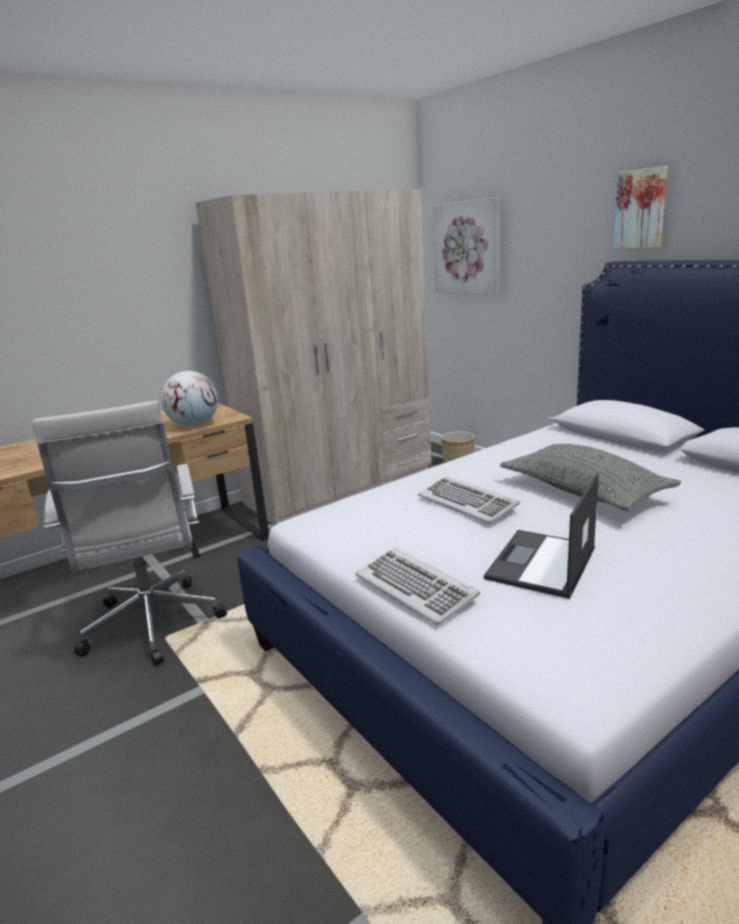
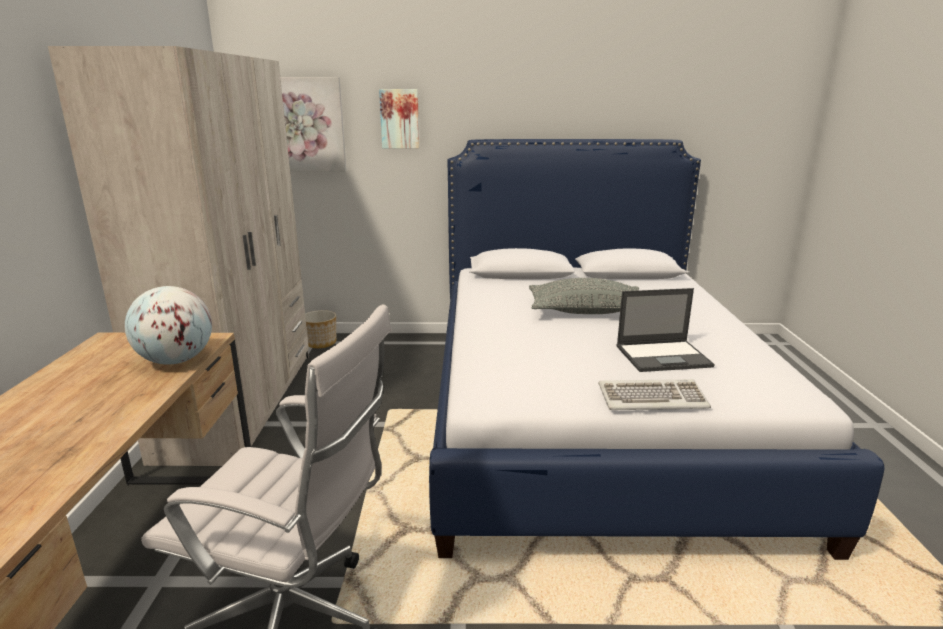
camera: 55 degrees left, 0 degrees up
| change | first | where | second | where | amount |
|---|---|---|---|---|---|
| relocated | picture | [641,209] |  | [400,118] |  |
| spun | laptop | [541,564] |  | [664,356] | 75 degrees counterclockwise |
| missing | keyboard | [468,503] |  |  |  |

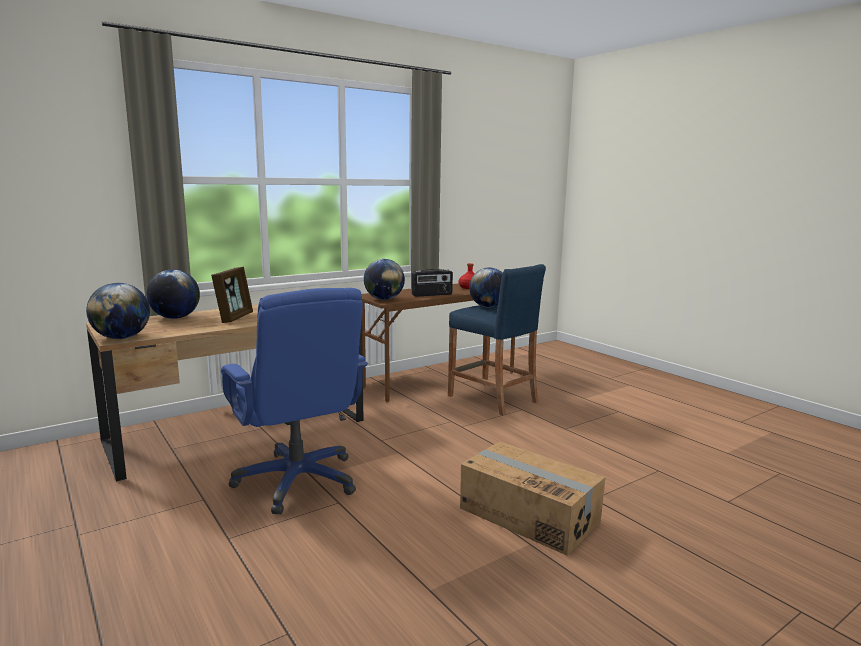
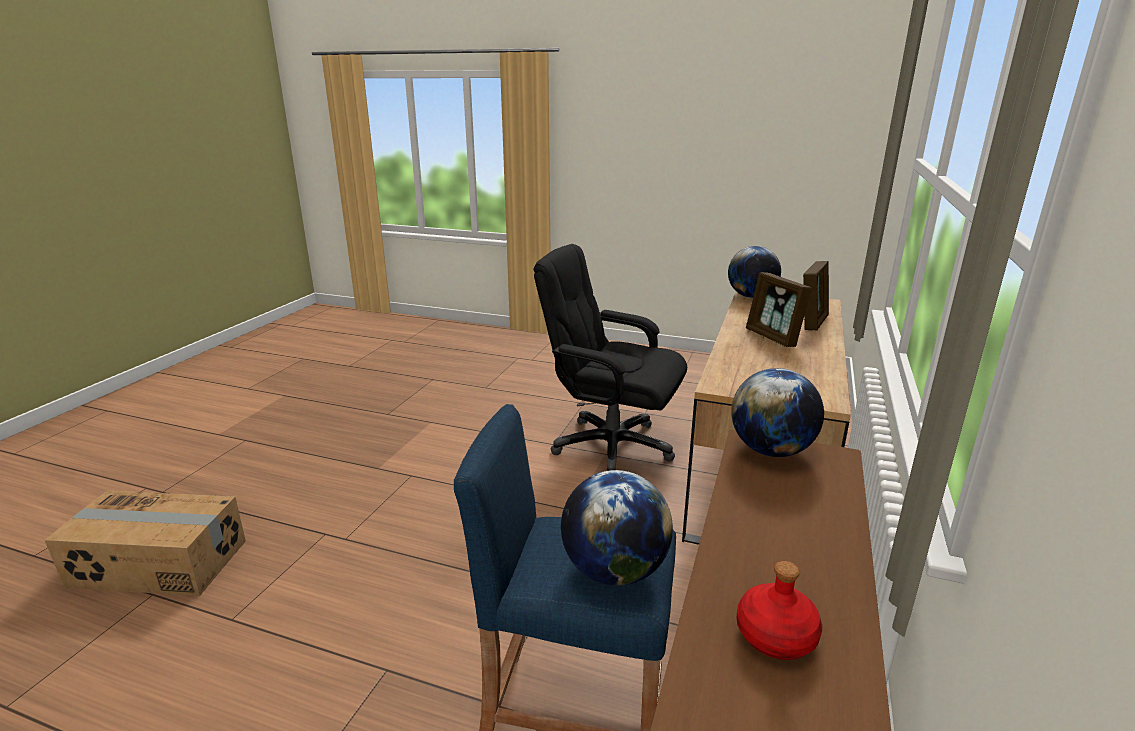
camera: 145 degrees right, 10 degrees up
| change | first | where | second | where | amount |
|---|---|---|---|---|---|
| missing | radio | [432,295] |  |  |  |
| exchanged | globe | [175,318] | picture frame | [812,322] |  |
| colour | office chair (blue) | [298,481] | office chair (black) | [610,447] |  |
| relocated | cardboard box | [529,514] |  | [158,564] |  |

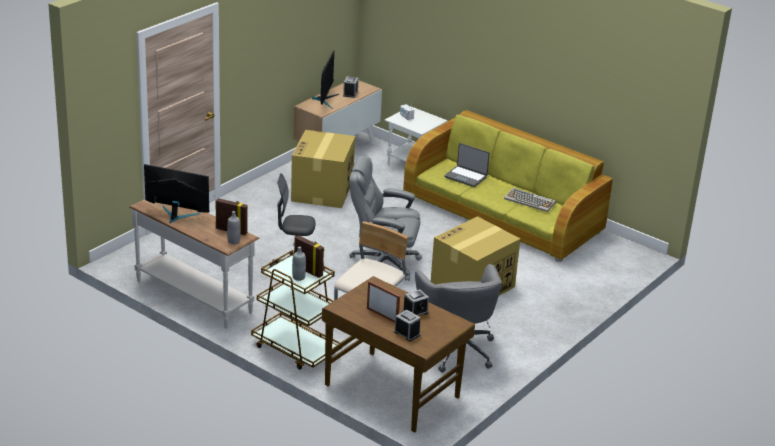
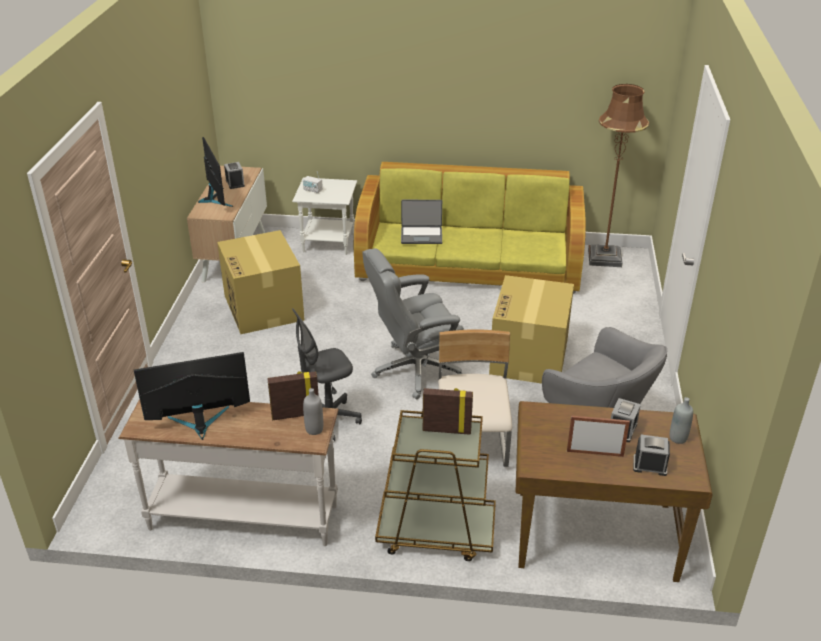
camera: 30 degrees left, 5 degrees up
| change | first | where | second | where | amount |
|---|---|---|---|---|---|
| missing | keyboard | [530,201] |  |  |  |
| relocated | bottle (grey) | [298,277] |  | [678,438] |  |
| appeared |  |  | floor lamp (brown) | [604,258] |  |

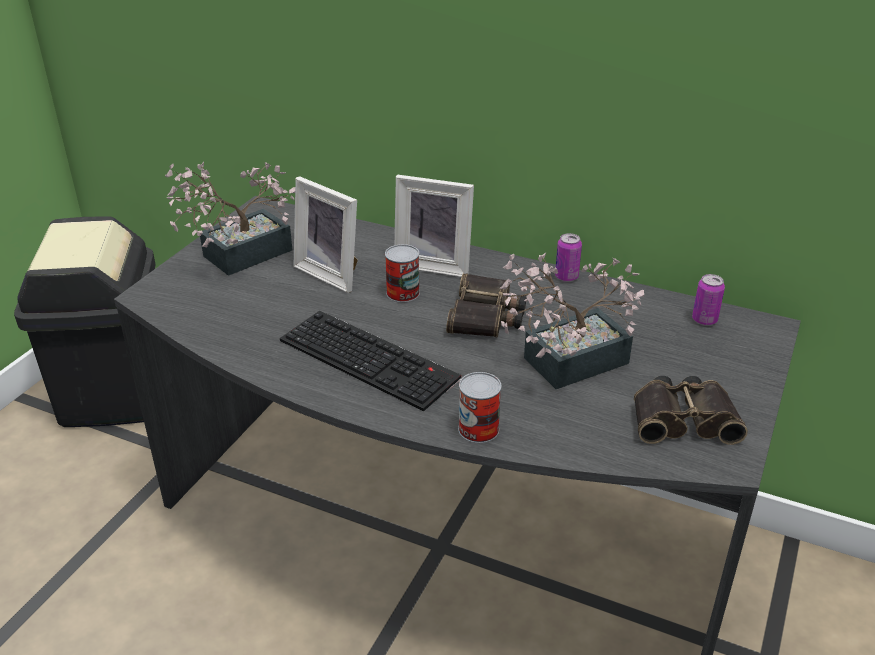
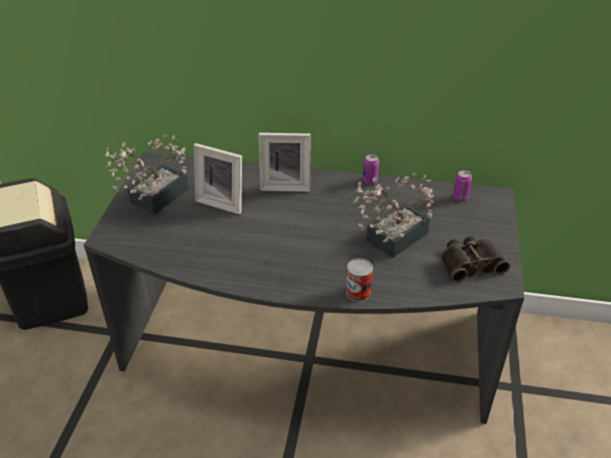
camera: 15 degrees left, 5 degrees up
| change | first | where | second | where | amount |
|---|---|---|---|---|---|
| missing | can | [403,293] |  |  |  |
| missing | binoculars | [486,316] |  |  |  |
| missing | keyboard | [371,359] |  |  |  |

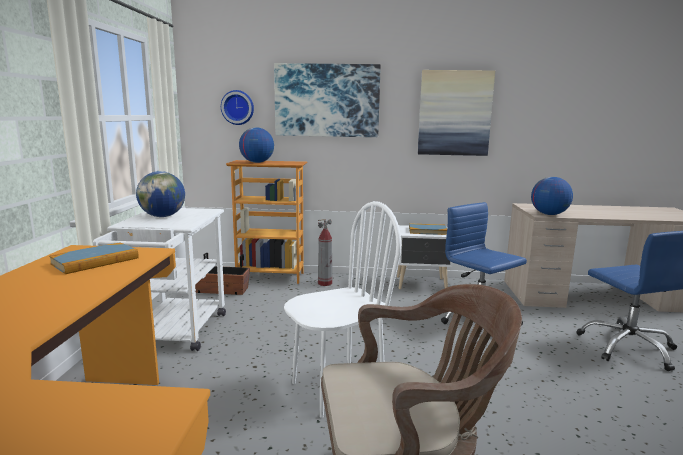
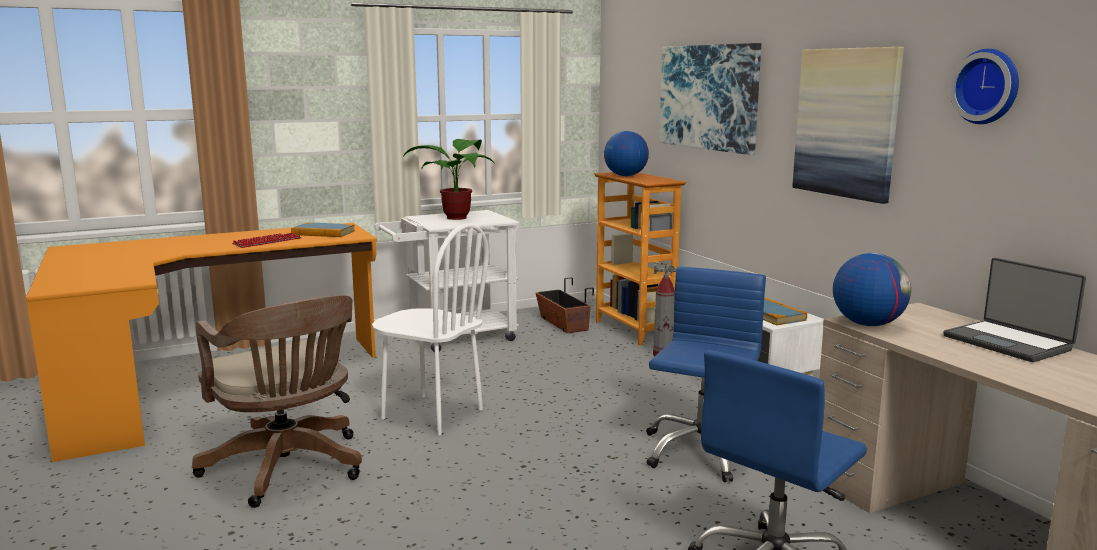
camera: 60 degrees right, 0 degrees up
| change | first | where | second | where | amount |
|---|---|---|---|---|---|
| relocated | wall clock | [238,107] |  | [988,86] |  |
| exchanged | globe | [163,216] | potted plant | [457,217] |  |
| appeared |  |  | keyboard | [267,242] |  |
| appeared |  |  | laptop | [1008,343] |  |

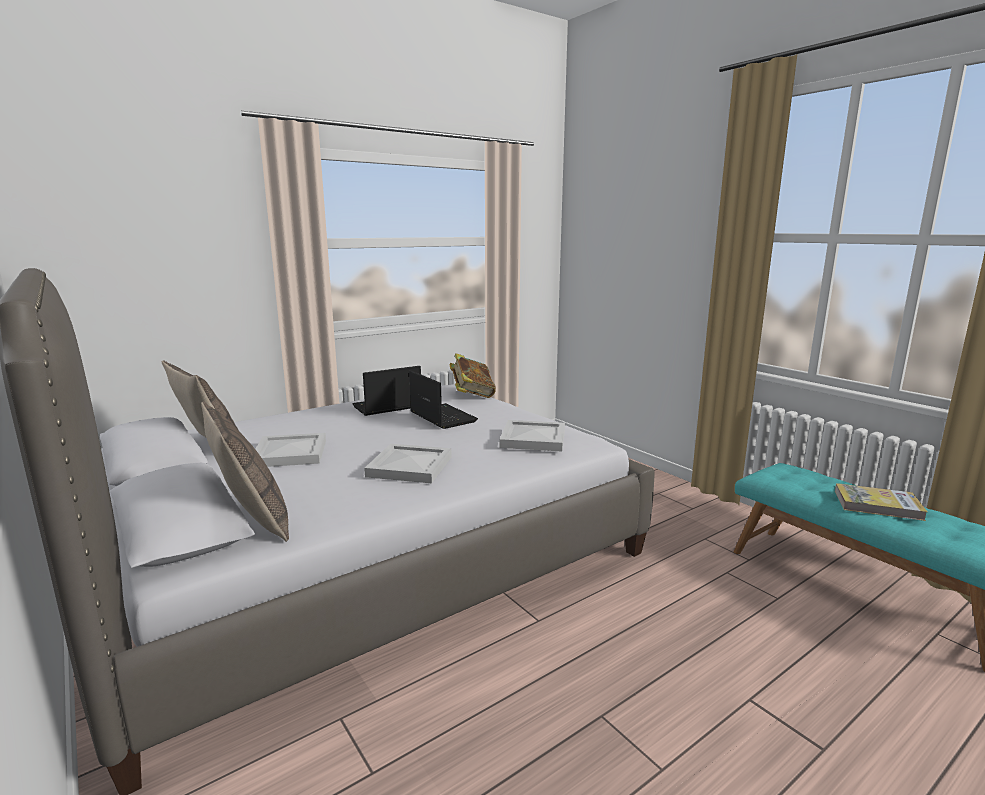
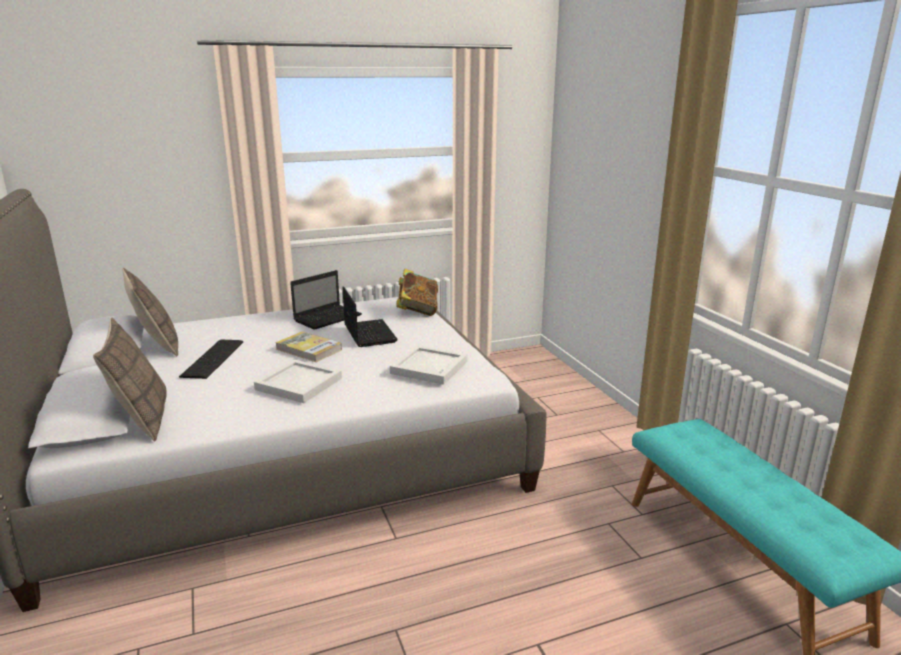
camera: 15 degrees right, 5 degrees up
| change | first | where | second | where | amount |
|---|---|---|---|---|---|
| spun | laptop | [386,407] |  | [328,318] | 150 degrees clockwise |
| exchanged | tray (white) | [291,453] | keyboard | [215,358] |  |
| relocated | book | [877,505] |  | [309,349] |  |

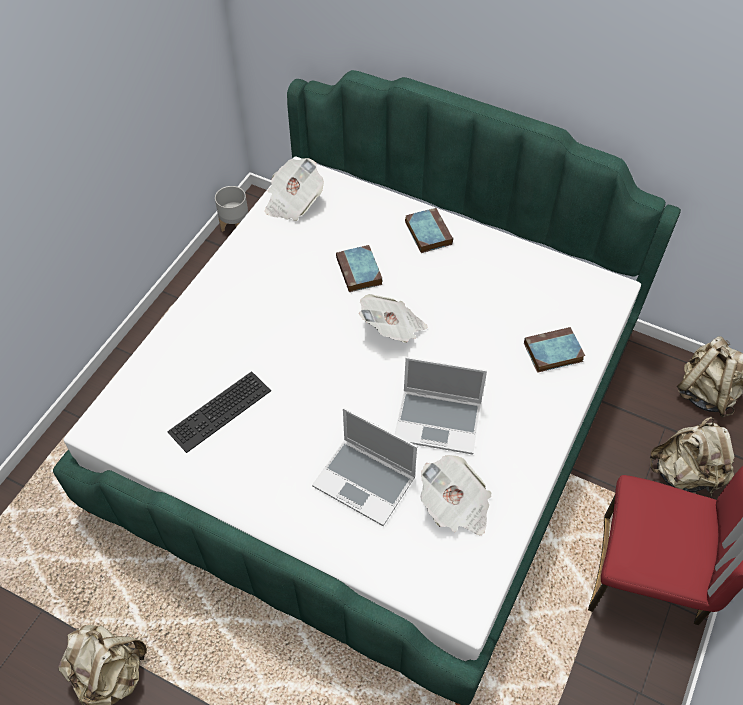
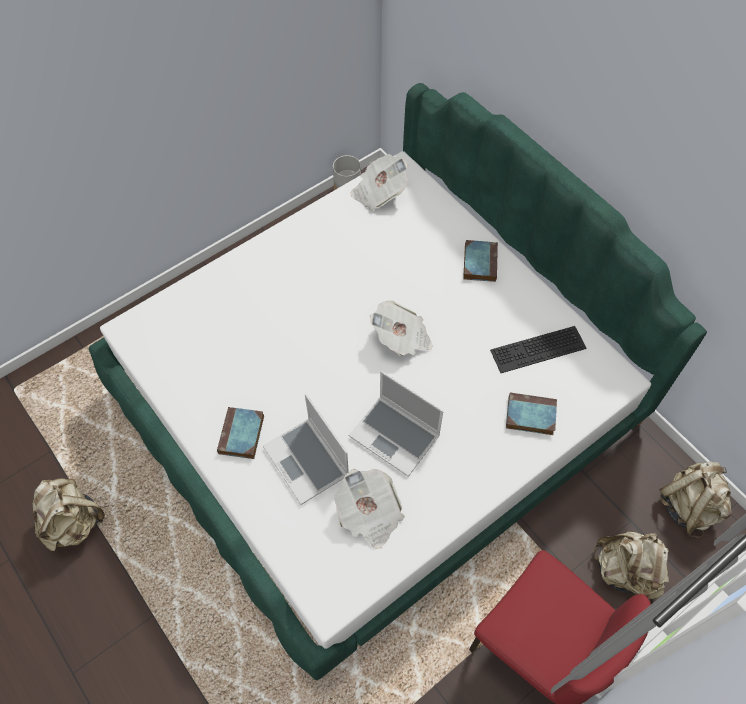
camera: 25 degrees right, 5 degrees up
| change | first | where | second | where | amount |
|---|---|---|---|---|---|
| relocated | book | [359,272] |  | [241,436] |  |
| relocated | keyboard | [220,413] |  | [538,351] |  |

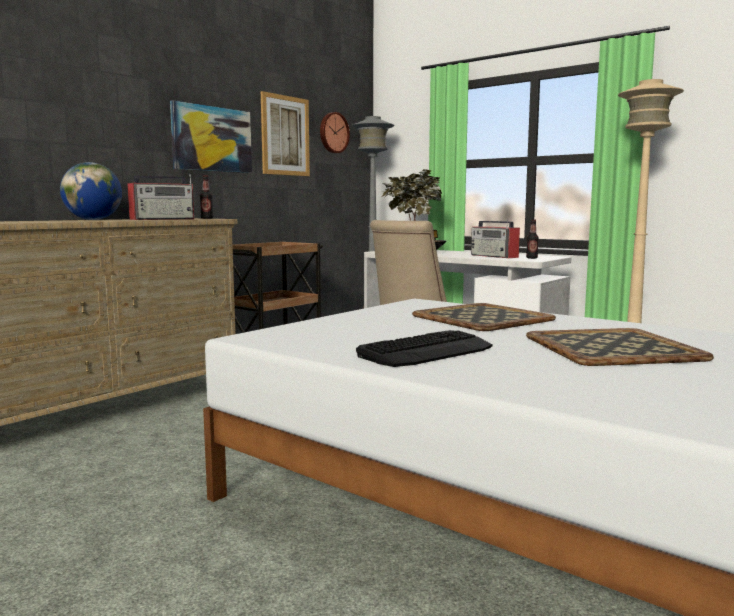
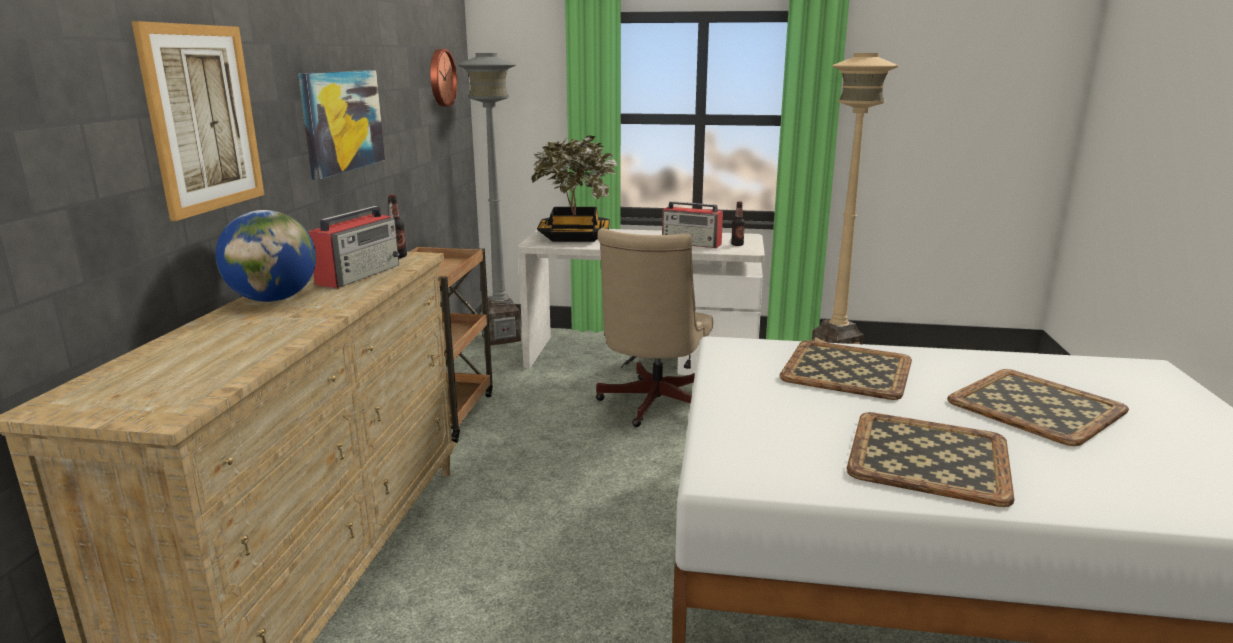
camera: 30 degrees left, 10 degrees up
| change | first | where | second | where | amount |
|---|---|---|---|---|---|
| relocated | picture | [285,135] |  | [203,118] |  |
| exchanged | keyboard | [426,351] | tray | [927,456] |  |

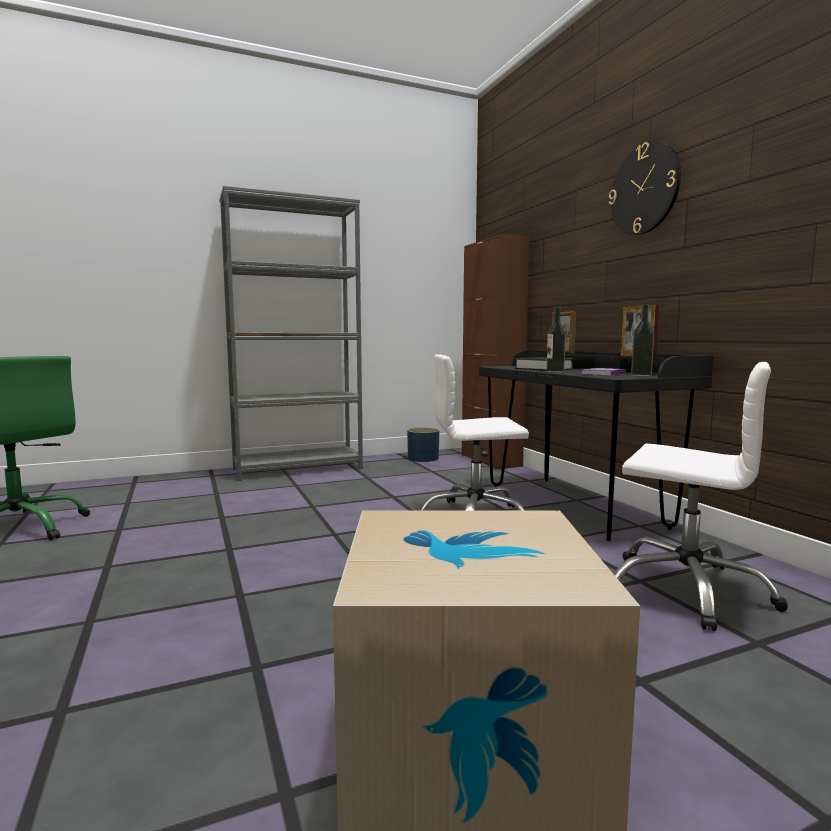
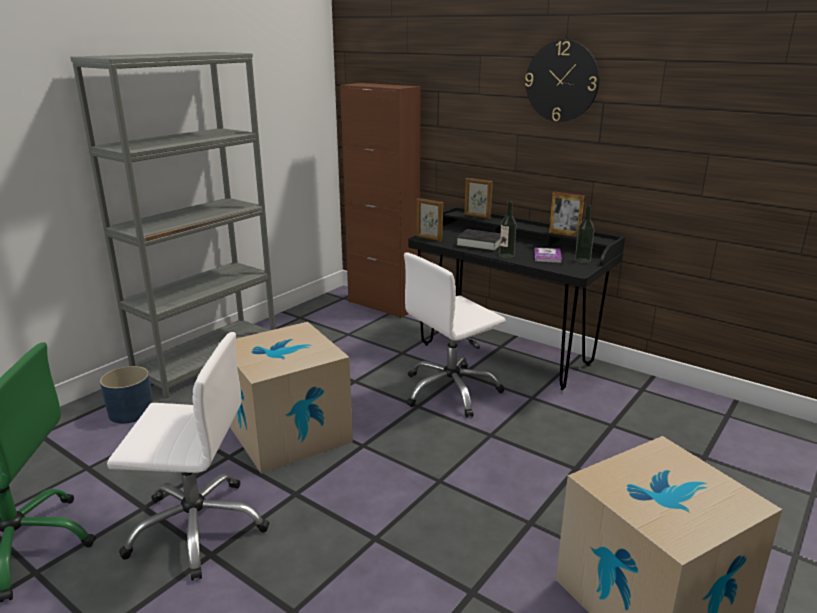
camera: 30 degrees left, 15 degrees up
| change | first | where | second | where | amount |
|---|---|---|---|---|---|
| relocated | office chair (white) | [687,589] |  | [197,527] |  |
| relocated | planter (blue) | [423,458] |  | [131,411] |  |
| appeared |  |  | picture frame | [428,238] |  |
| appeared |  |  | cardboard box | [289,433] |  |

